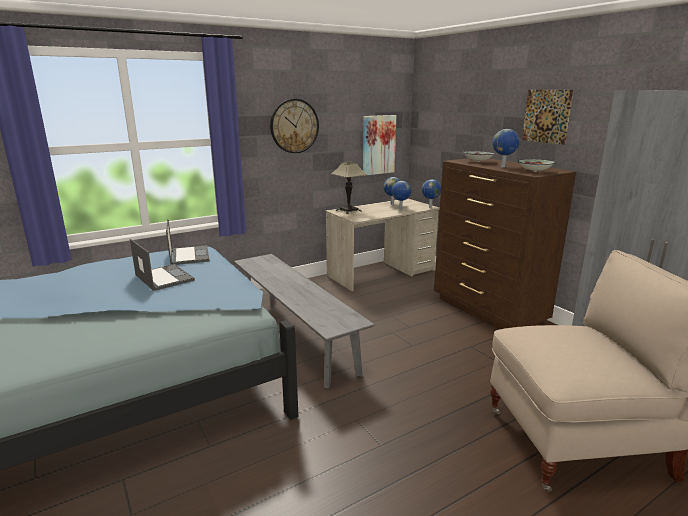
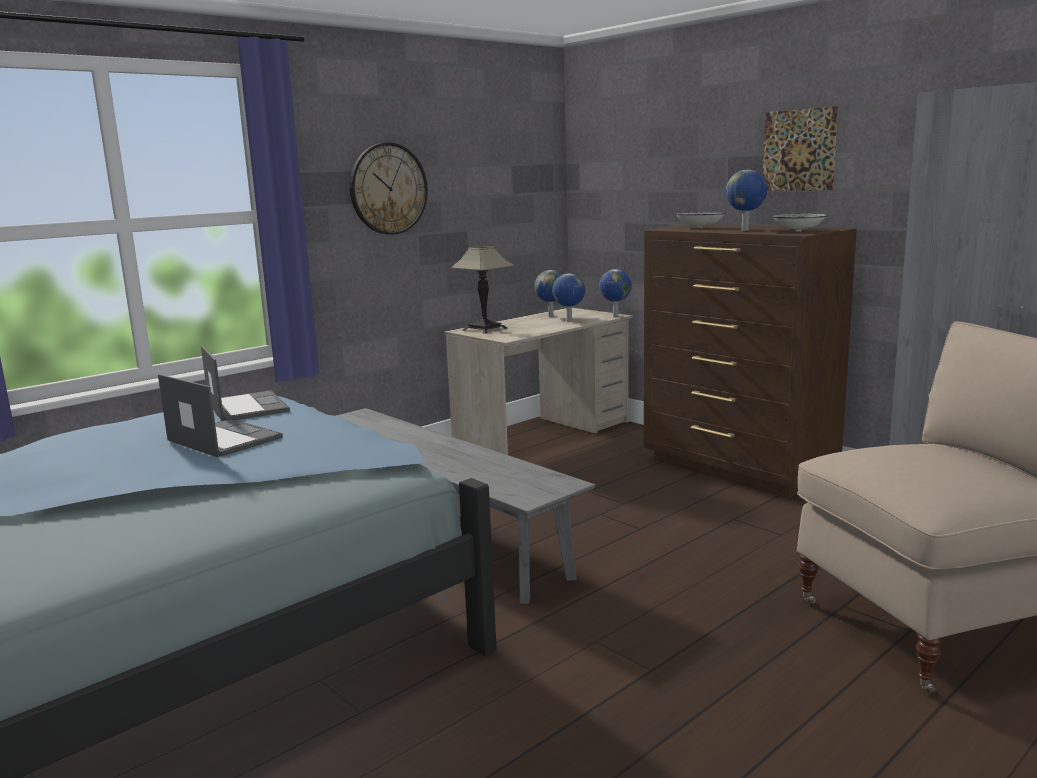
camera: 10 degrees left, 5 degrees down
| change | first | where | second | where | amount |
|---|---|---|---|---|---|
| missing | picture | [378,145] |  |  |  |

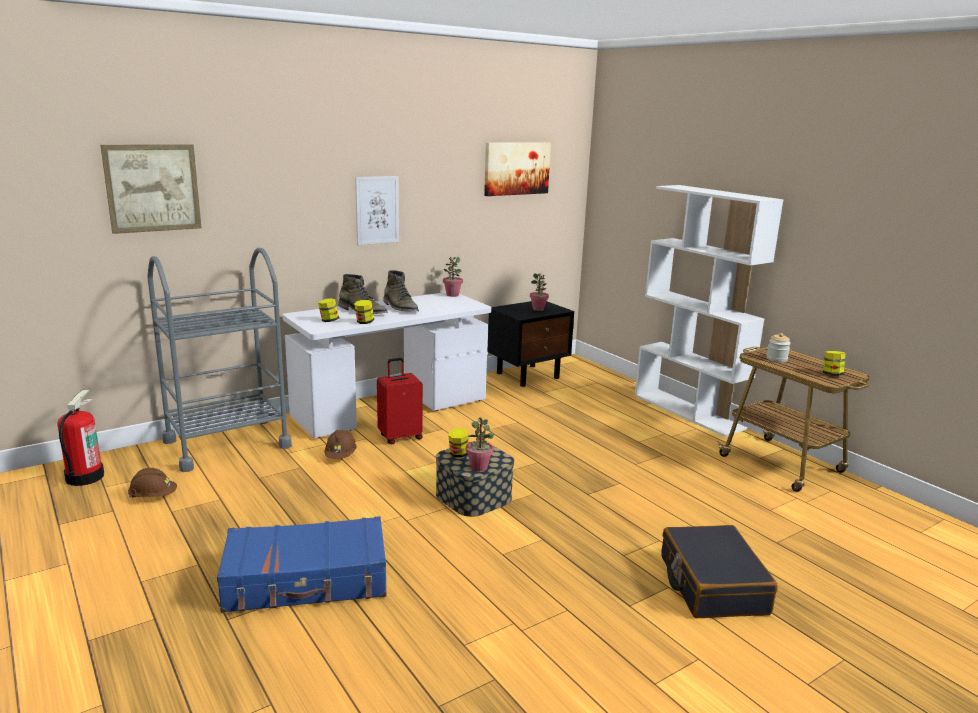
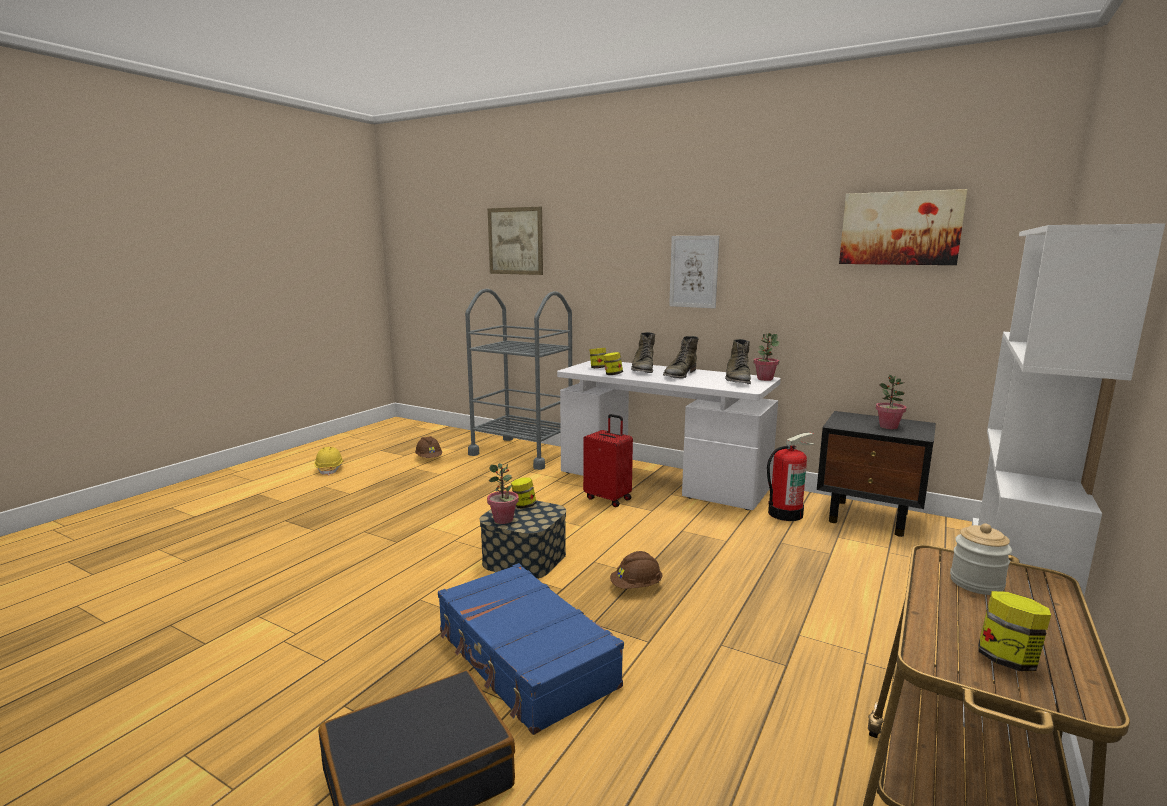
camera: 65 degrees right, 5 degrees down
| change | first | where | second | where | amount |
|---|---|---|---|---|---|
| relocated | fire extinguisher | [84,477] |  | [785,513] |  |
| relocated | hard hat (brown) | [341,456] |  | [636,587] |  |
| relocated | suitcase (blue) | [307,580] |  | [524,659] |  |
| appeared |  |  | boot (green) | [737,380] |  |
| appeared |  |  | hard hat (yellow) | [330,469] |  |

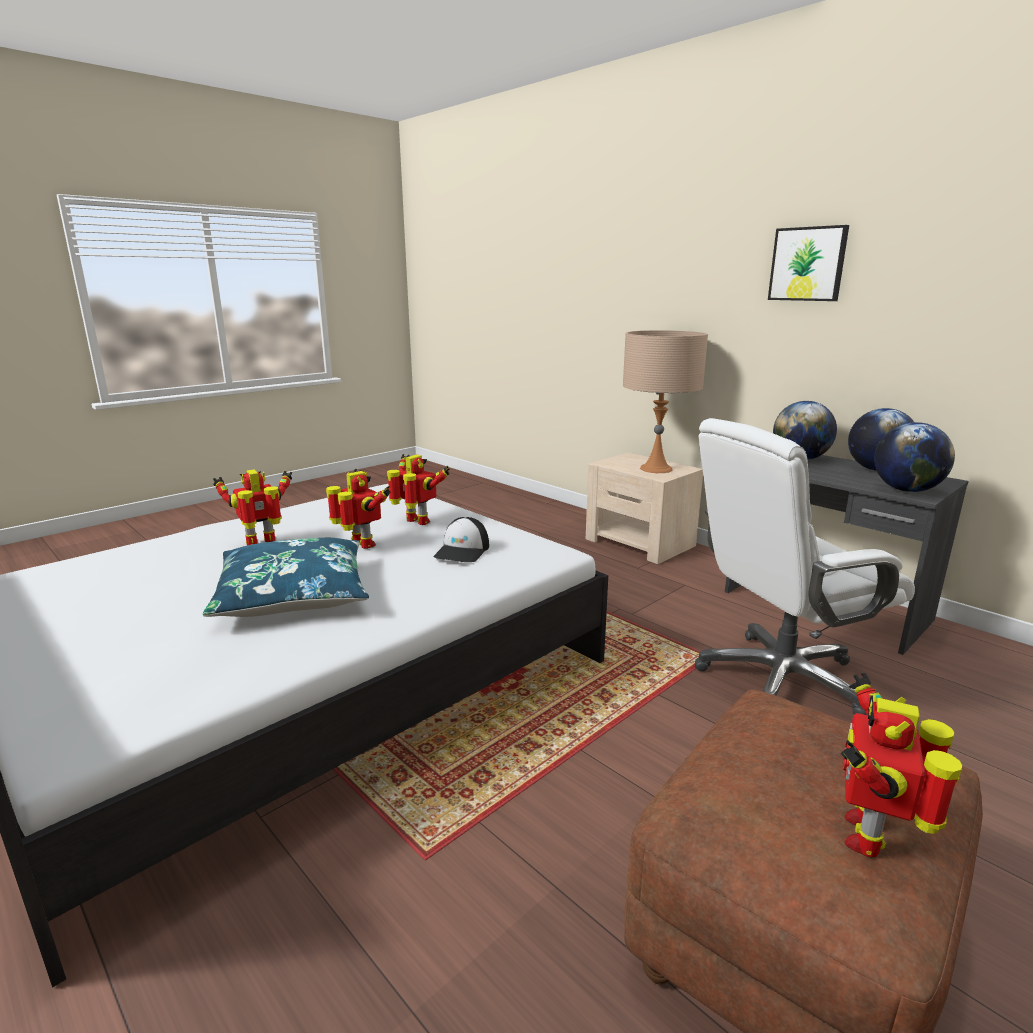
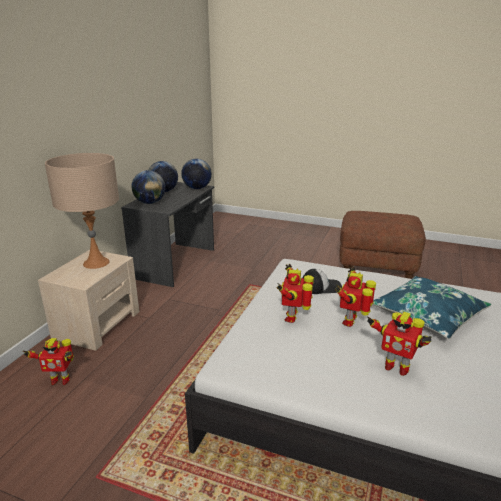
camera: 115 degrees left, 5 degrees up
| change | first | where | second | where | amount |
|---|---|---|---|---|---|
| missing | picture | [808,264] |  |  |  |
| missing | office chair (white) | [780,679] |  |  |  |
| relocated | toy robot | [869,835] |  | [60,380] |  |

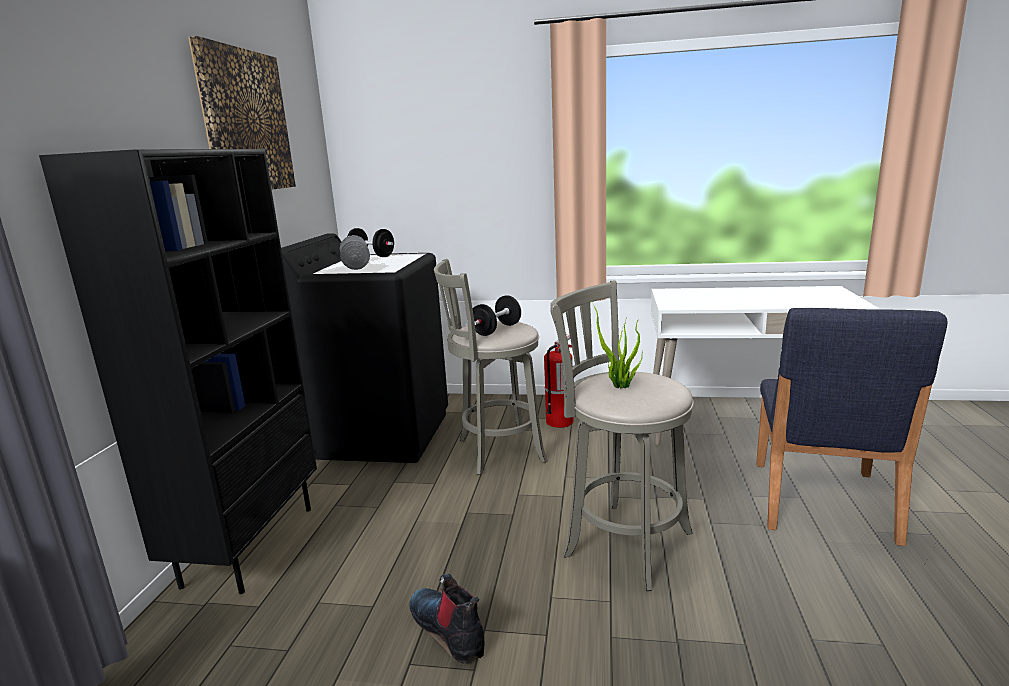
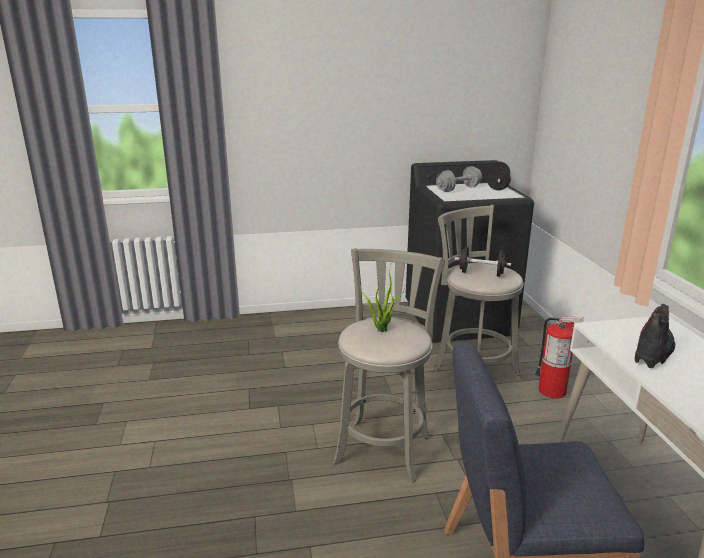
camera: 70 degrees right, 5 degrees up
| change | first | where | second | where | amount |
|---|---|---|---|---|---|
| missing | picture | [245,122] |  |  |  |
| missing | bookcase (black) | [249,544] |  |  |  |
| relocated | boot | [449,630] |  | [653,351] |  |

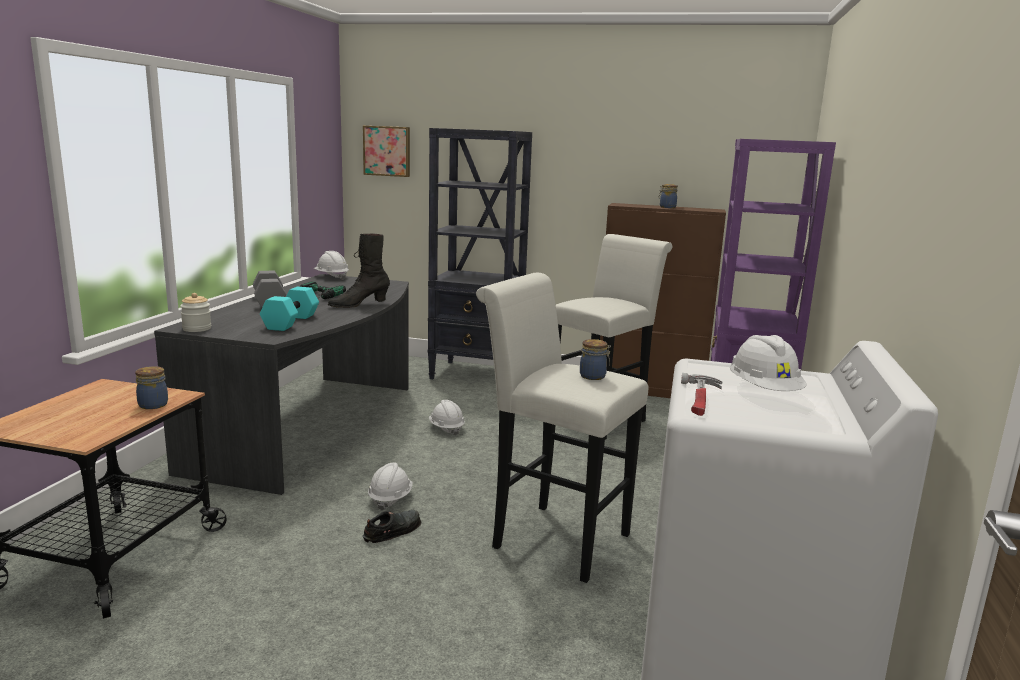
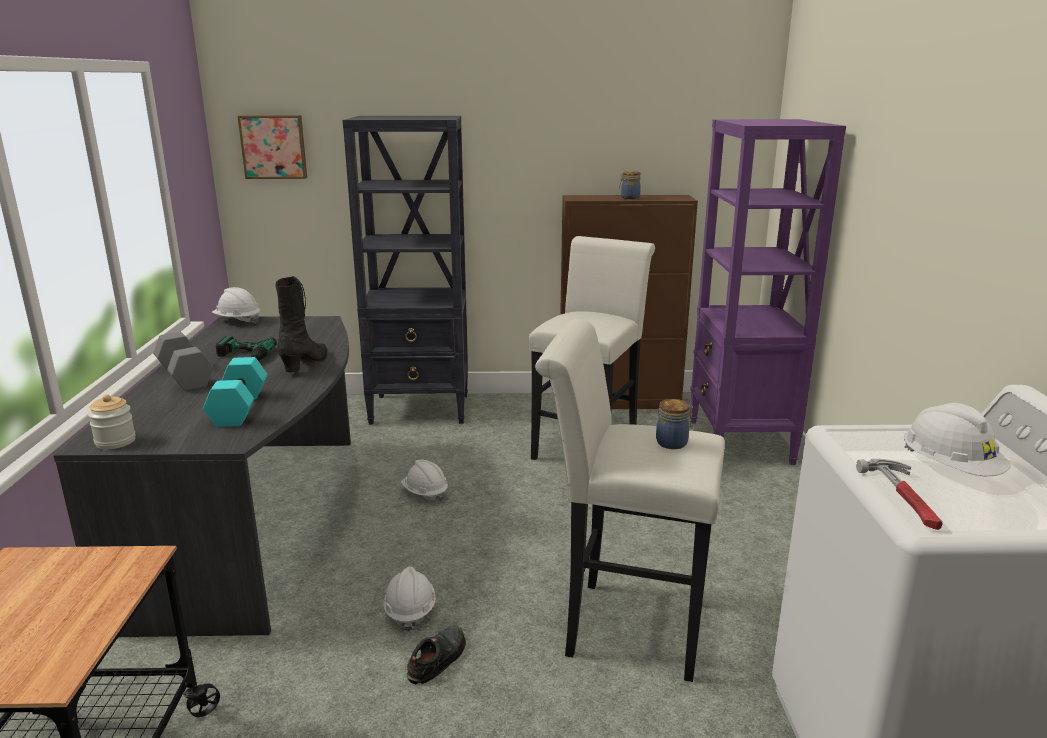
camera: 15 degrees left, 5 degrees up
| change | first | where | second | where | amount |
|---|---|---|---|---|---|
| spun | boot (black) | [359,305] |  | [307,364] | 150 degrees clockwise |
| missing | jar | [153,404] |  |  |  |

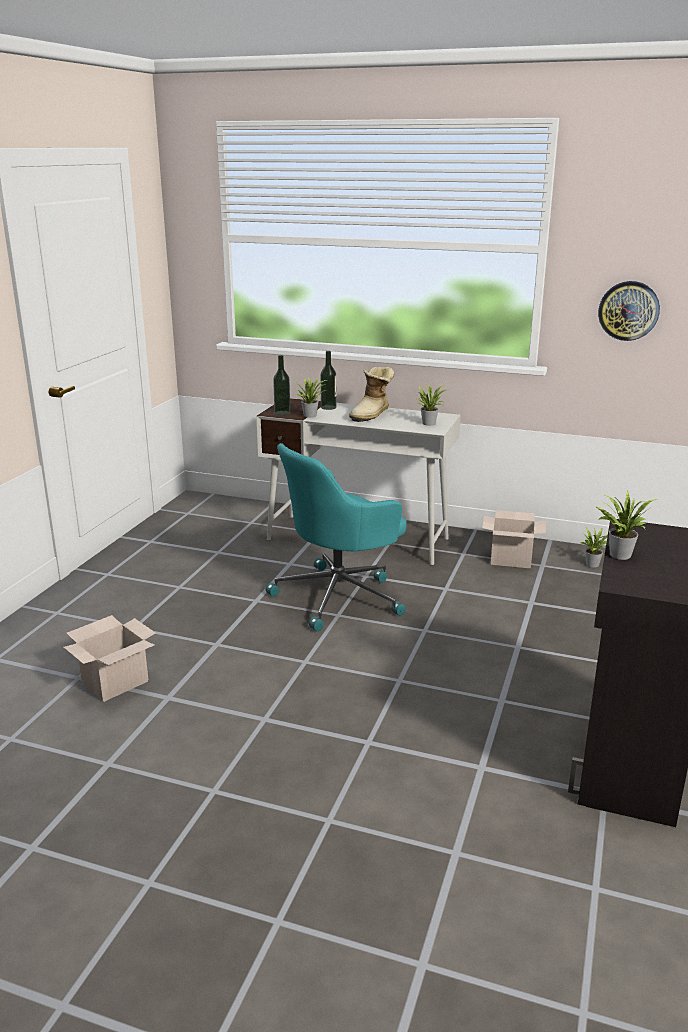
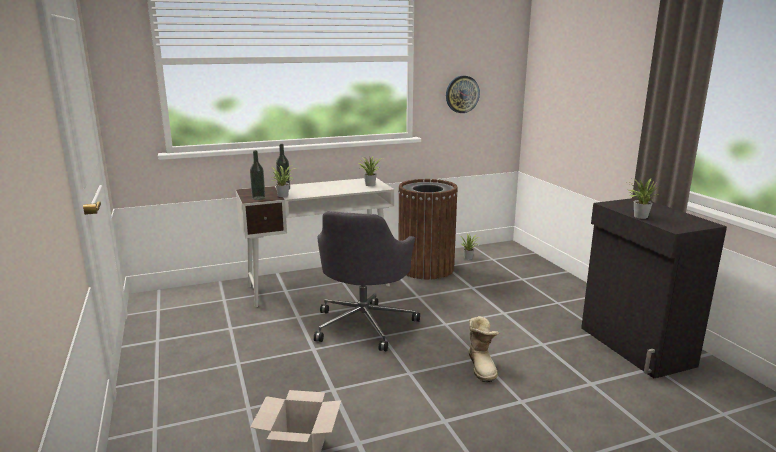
camera: 40 degrees left, 5 degrees down
| change | first | where | second | where | amount |
|---|---|---|---|---|---|
| relocated | boot | [372,415] |  | [482,366] |  |
| colour | office chair (turquoise) | [340,596] | office chair (grey) | [365,324] |  |
| exchanged | cardboard box | [512,559] | trash can (brown) | [426,268] |  |

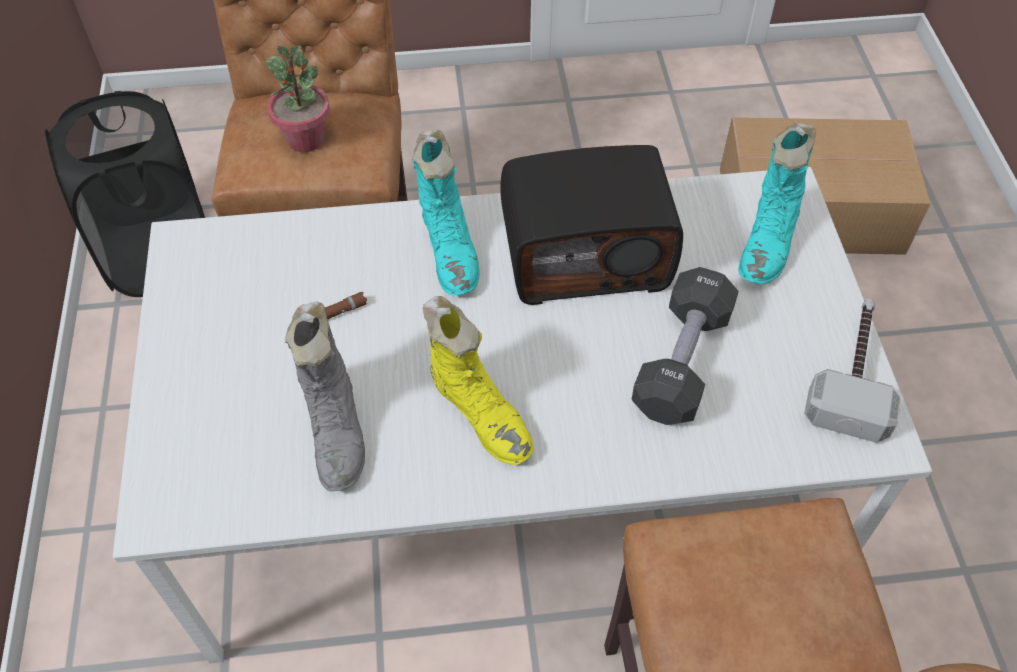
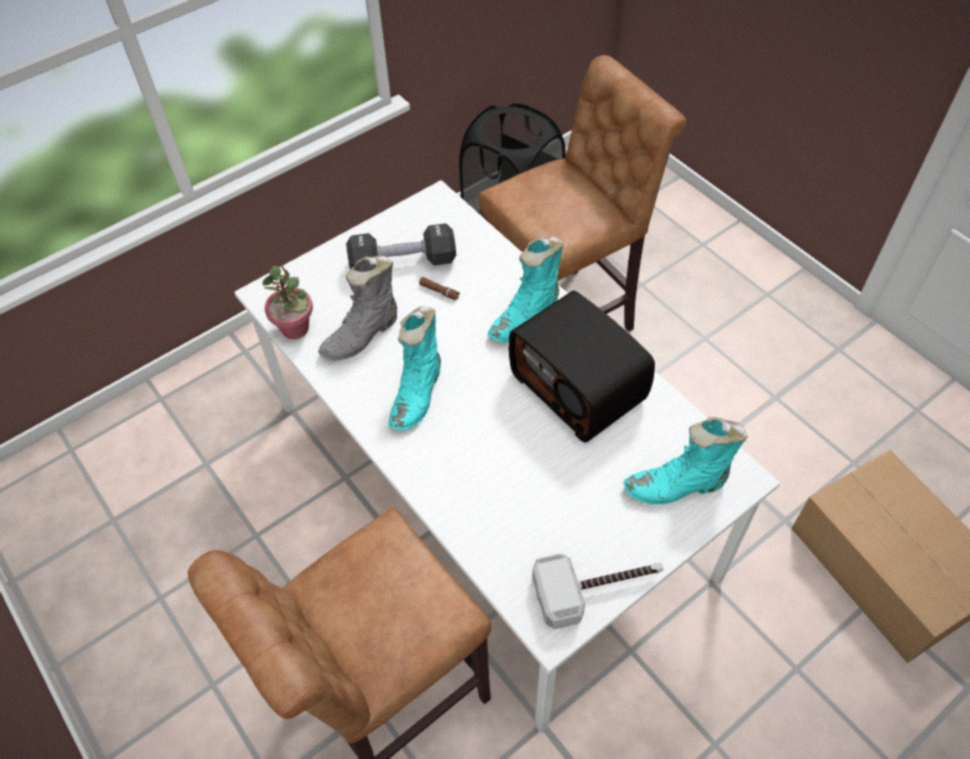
camera: 60 degrees right, 0 degrees up
| change | first | where | second | where | amount |
|---|---|---|---|---|---|
| relocated | potted plant | [306,139] |  | [295,328] |  |
| relocated | dumbbell (black) | [681,361] |  | [403,263] |  |
| colour | boot (yellow) | [480,414] | boot (turquoise) | [418,394] |  |

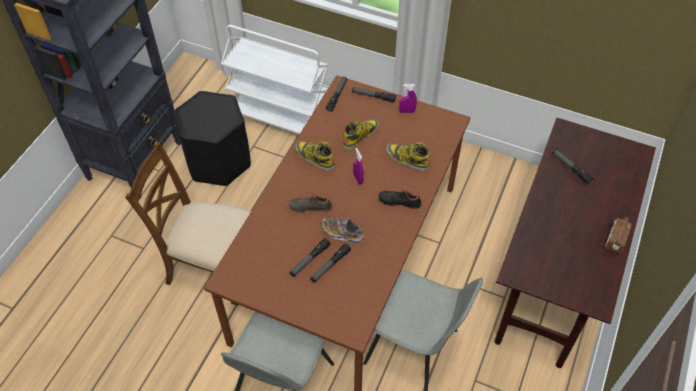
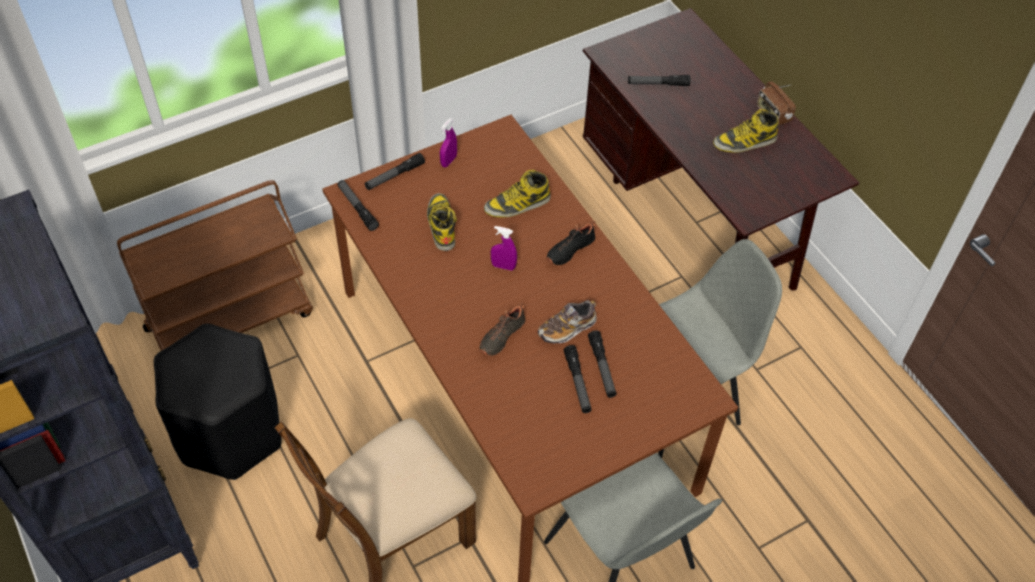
camera: 55 degrees left, 0 degrees up
| change | first | where | second | where | amount |
|---|---|---|---|---|---|
| colour | cart (white) | [280,118] | cart (brown) | [230,320] |  |
| relocated | boot | [314,157] |  | [744,142] |  |

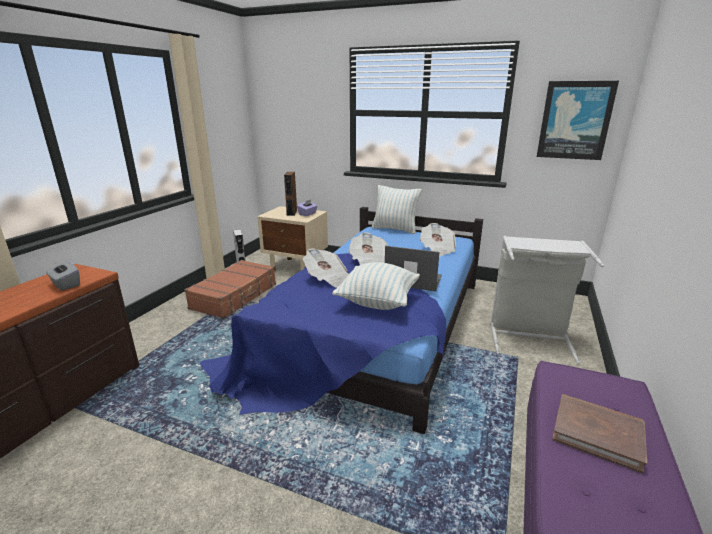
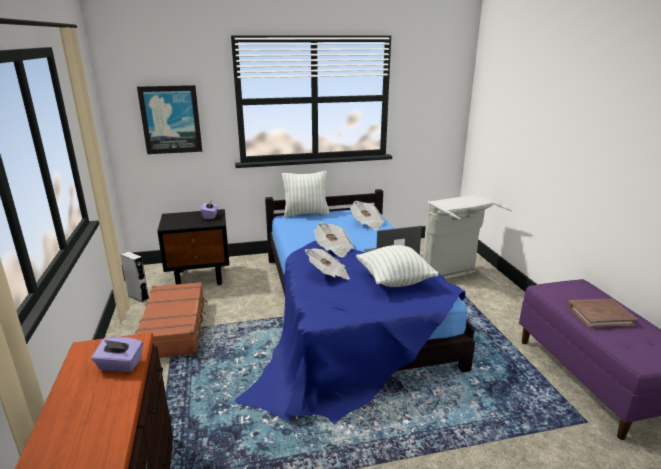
camera: 35 degrees left, 0 degrees up
| change | first | where | second | where | amount |
|---|---|---|---|---|---|
| relocated | picture | [575,120] |  | [171,119] |  |
| missing | speaker (brown) | [291,213] |  |  |  |
| colour | nightstand (beige) | [296,267] | nightstand (black) | [200,277] |  |
| colour | tissue box (grey) | [65,284] | tissue box (purple) | [120,365] |  |

